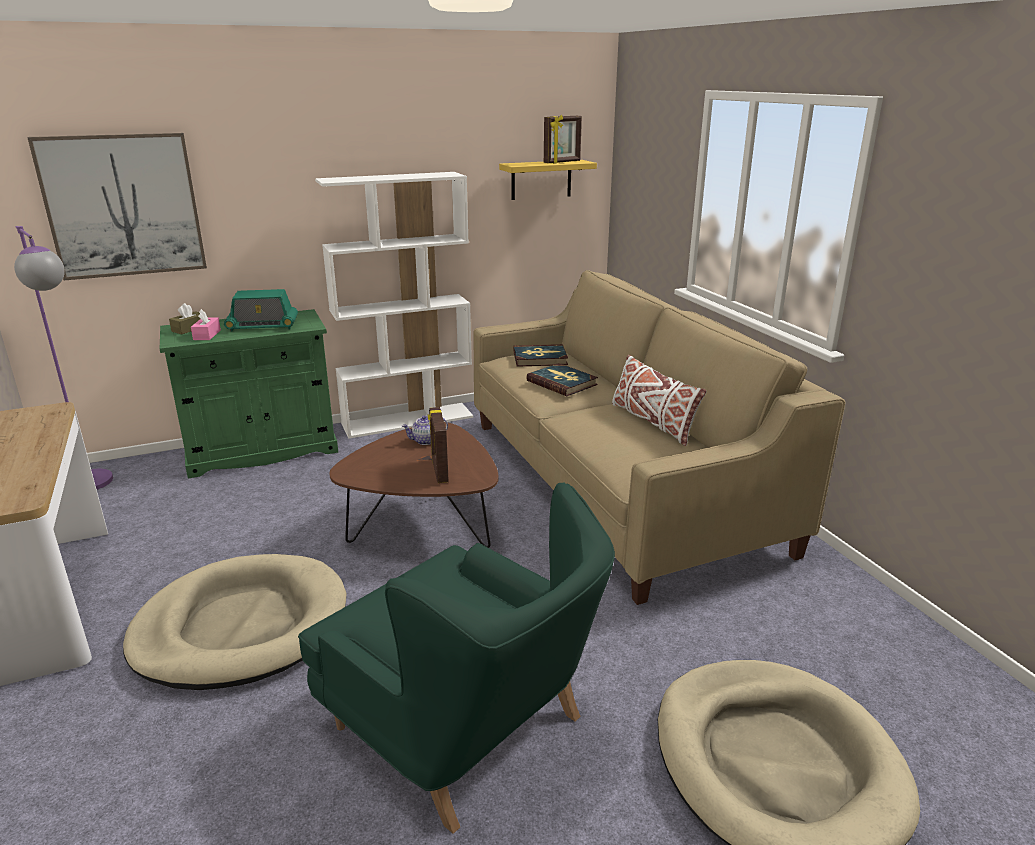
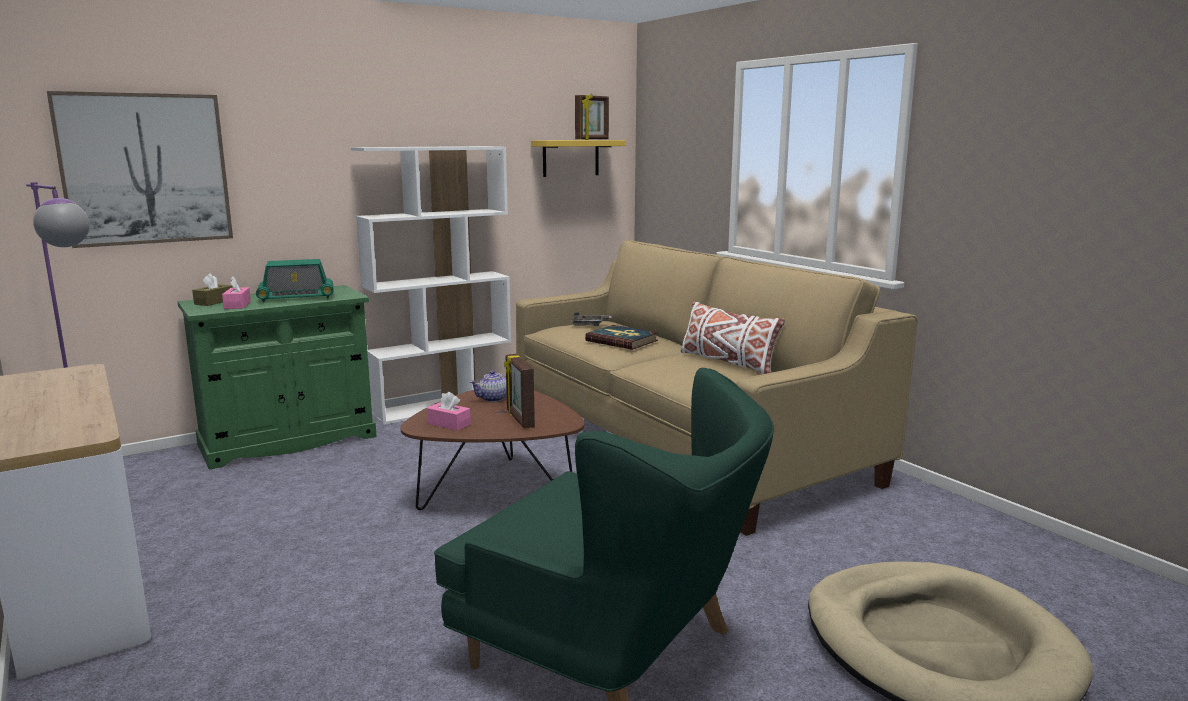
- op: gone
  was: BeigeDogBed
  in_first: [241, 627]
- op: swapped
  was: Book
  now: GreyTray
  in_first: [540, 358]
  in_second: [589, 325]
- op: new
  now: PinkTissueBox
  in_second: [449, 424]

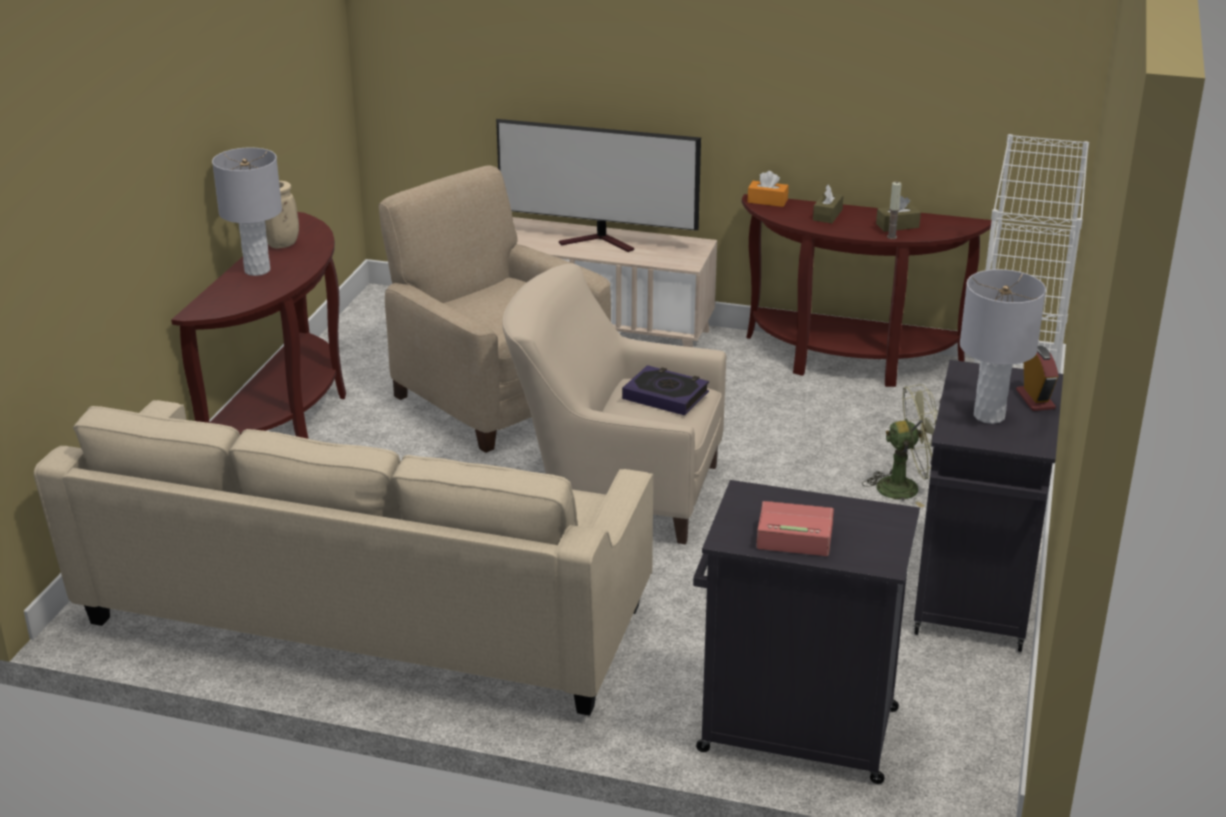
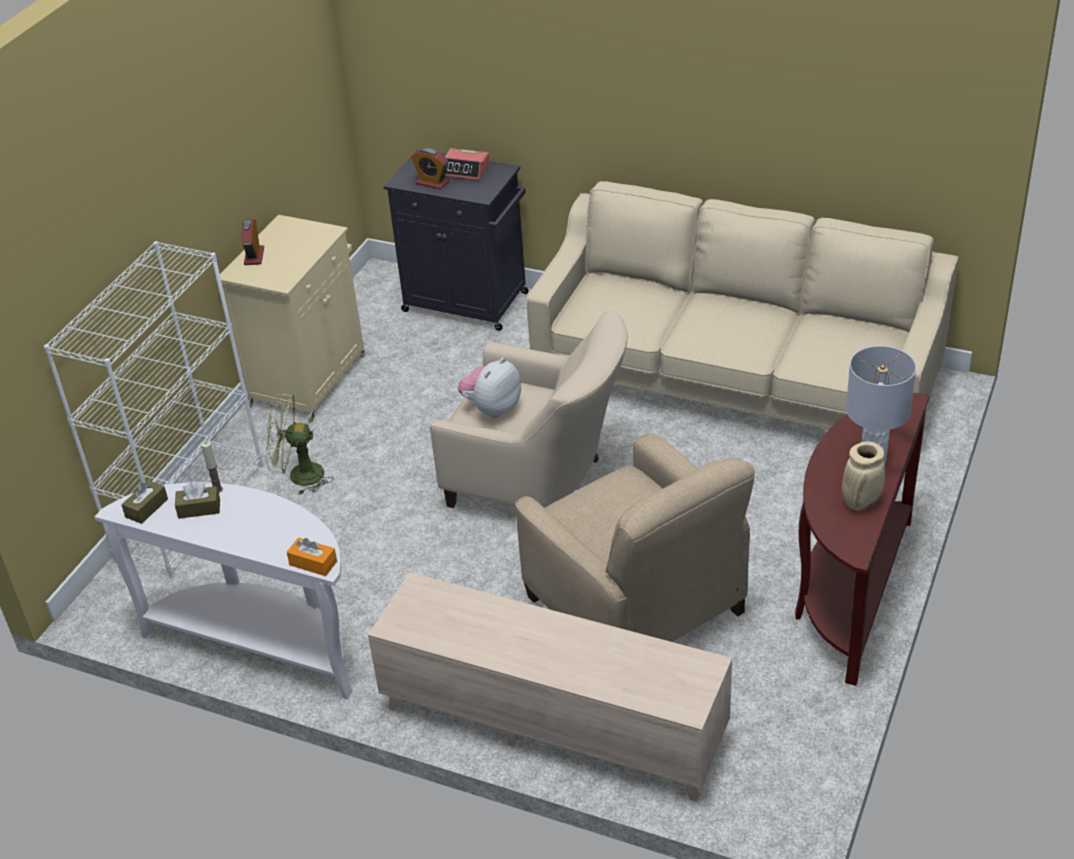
- op: gone
  was: Television
  in_first: [601, 242]
- op: swapped
  was: Book
  now: PlushToy
  in_first: [665, 396]
  in_second: [492, 409]
- op: repainted
  was: BrownConsoleTable
  now: WhiteConsoleTable
  in_first: [849, 362]
  in_second: [260, 642]
- op: shifted
  was: BrownTissueBox
  in_first: [827, 215]
  in_second: [146, 508]
- op: repainted
  was: BlackCabinet
  now: BeigeCabinet
  in_first: [974, 598]
  in_second: [309, 379]
- op: gone
  was: GreyTableLamp
  in_first: [989, 416]
- op: new
  now: AlarmClock
  in_second: [432, 183]

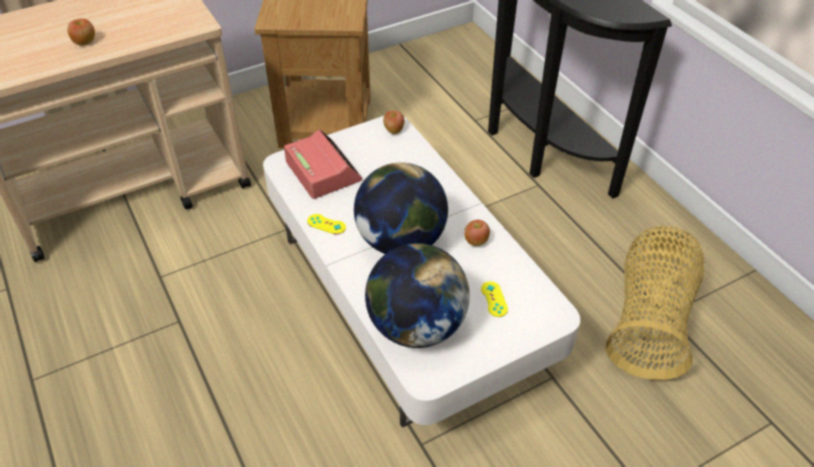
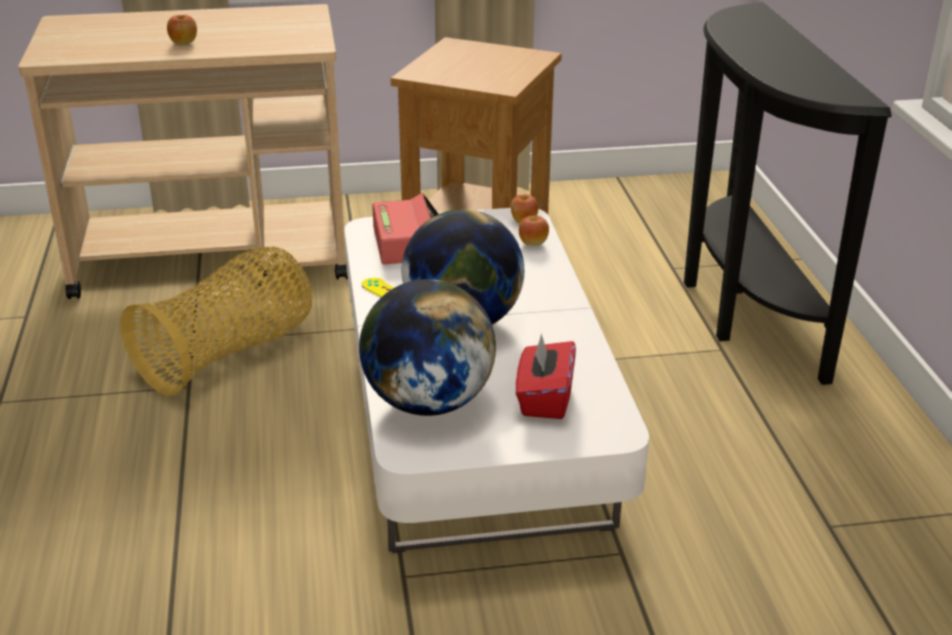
- op: shifted
  was: Apple
  in_first: [476, 241]
  in_second: [533, 244]
- op: swapped
  was: YellowGameController
  now: RedTissueBox
  in_first: [494, 299]
  in_second: [544, 399]
- op: shifted
  was: Basket
  in_first: [649, 320]
  in_second: [229, 354]

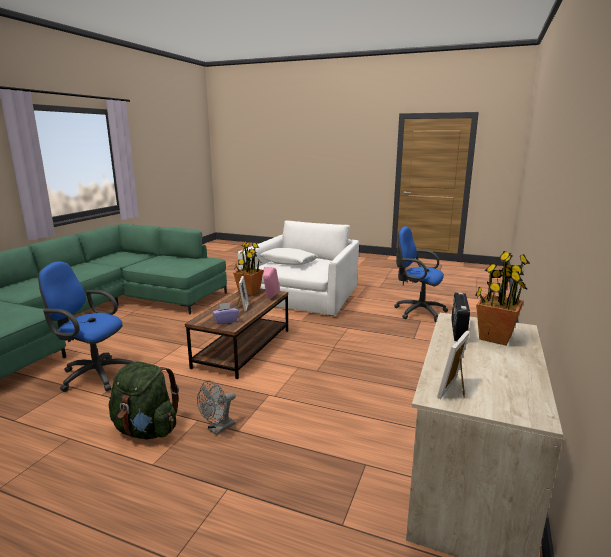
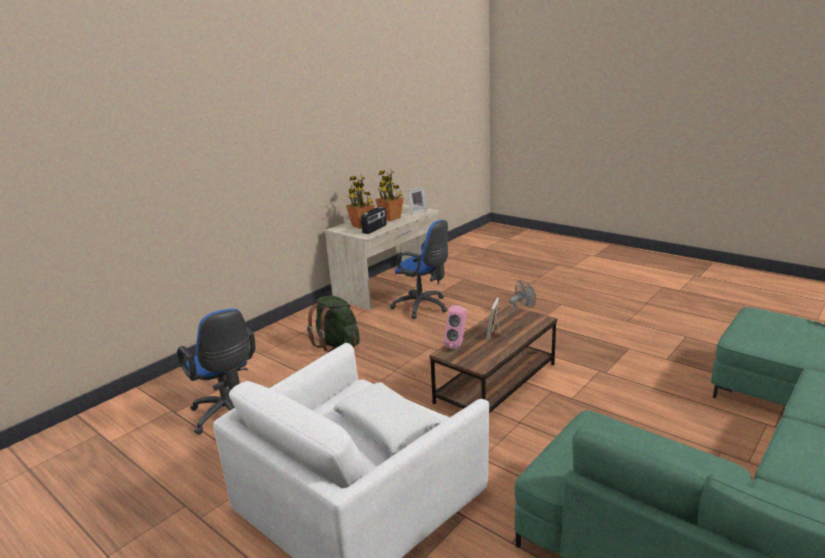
- op: shifted
  was: BlueOfficeChair
  in_first: [94, 375]
  in_second: [423, 307]
- op: shifted
  was: GreenBackpack
  in_first: [146, 430]
  in_second: [337, 344]
- op: gone
  was: PurpleTissueBox
  in_first: [225, 321]
- op: shifted
  was: PottedPlant
  in_first: [249, 292]
  in_second: [391, 218]

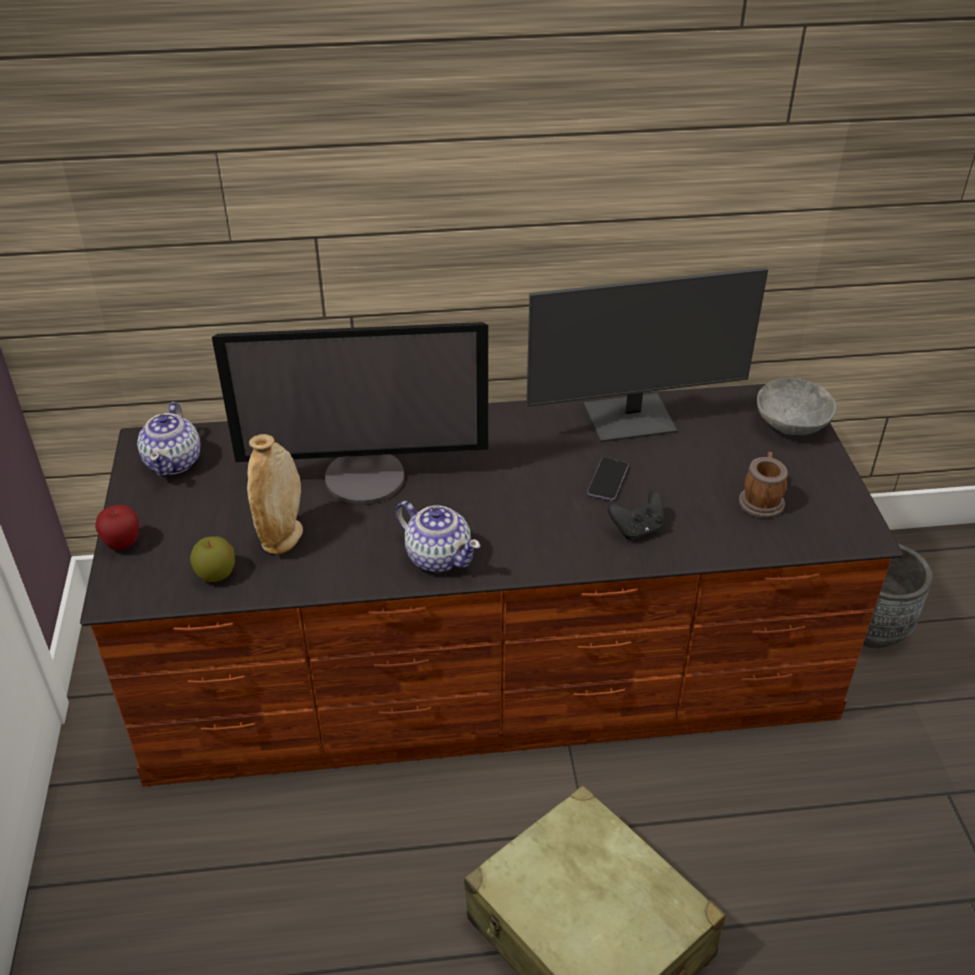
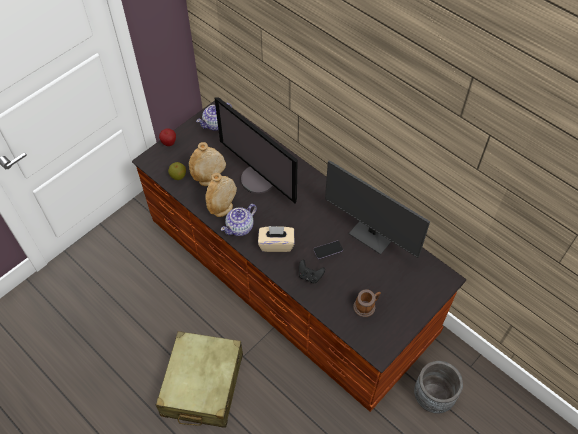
- op: rotated
  was: Teapot
  in_first: [438, 556]
  in_second: [240, 227]
  clockwise: 45
- op: gone
  was: GreyBowl
  in_first: [791, 423]
- op: new
  now: BeigeVase
  in_second: [223, 209]
- op: new
  now: BeigeTissueBox
  in_second: [276, 244]

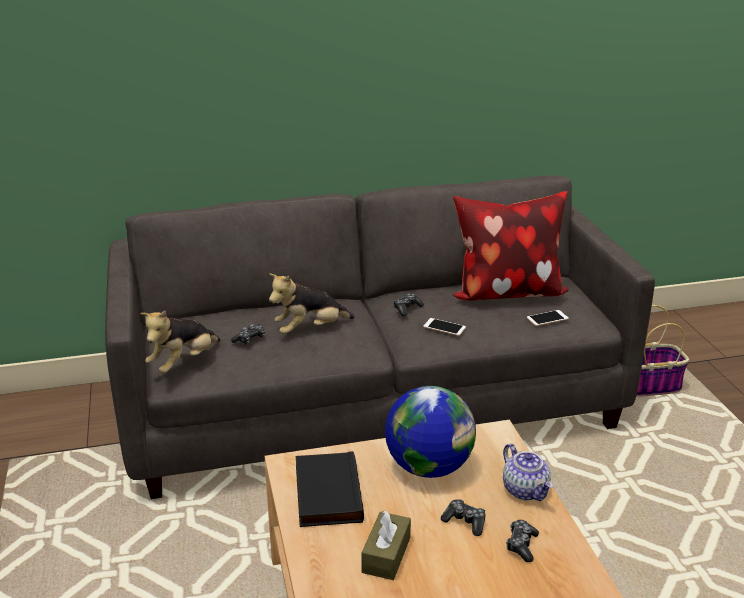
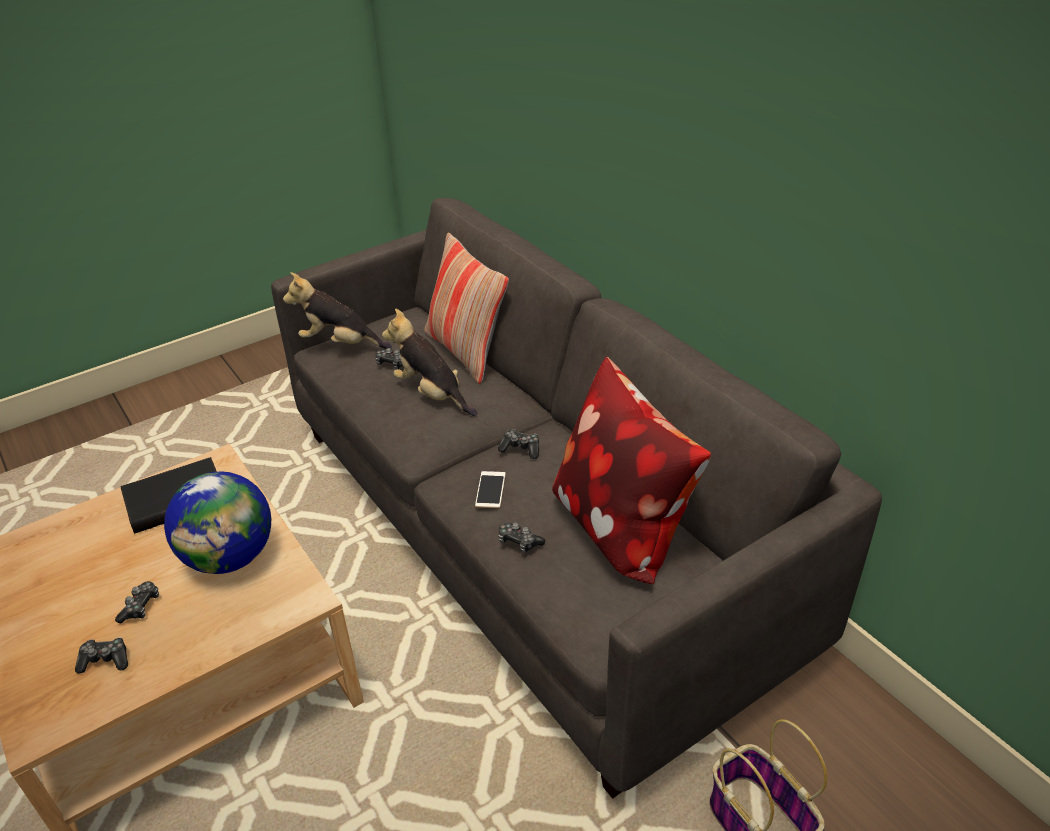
- op: gone
  was: BrownTissueBox
  in_first: [386, 555]
- op: gone
  was: Teapot
  in_first: [526, 490]
- op: gone
  was: Phone
  in_first: [547, 318]
- op: new
  now: Pillow
  in_second: [466, 351]
- op: new
  now: GameController
  in_second: [519, 542]

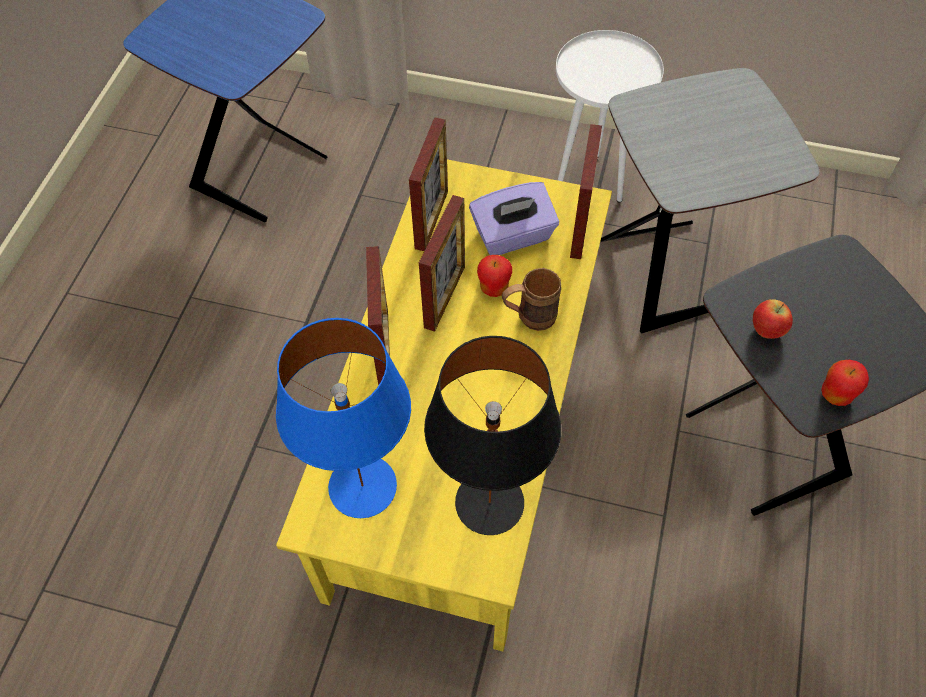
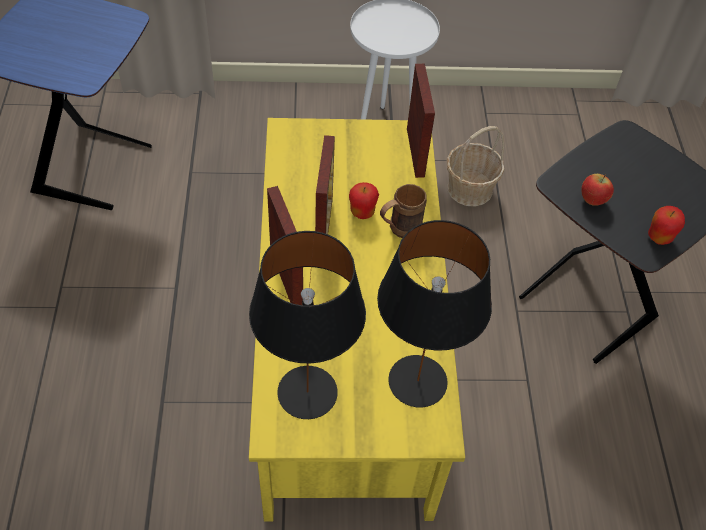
- op: repainted
  was: BlueTableLamp
  now: BlackTableLamp
  in_first: [361, 485]
  in_second: [306, 391]
- op: gone
  was: PictureFrame
  in_first: [431, 219]
- op: gone
  was: PurpleTissueBox
  in_first: [513, 236]
- op: swapped
  was: GreySideTable
  now: Basket
  in_first: [668, 272]
  in_second: [469, 189]

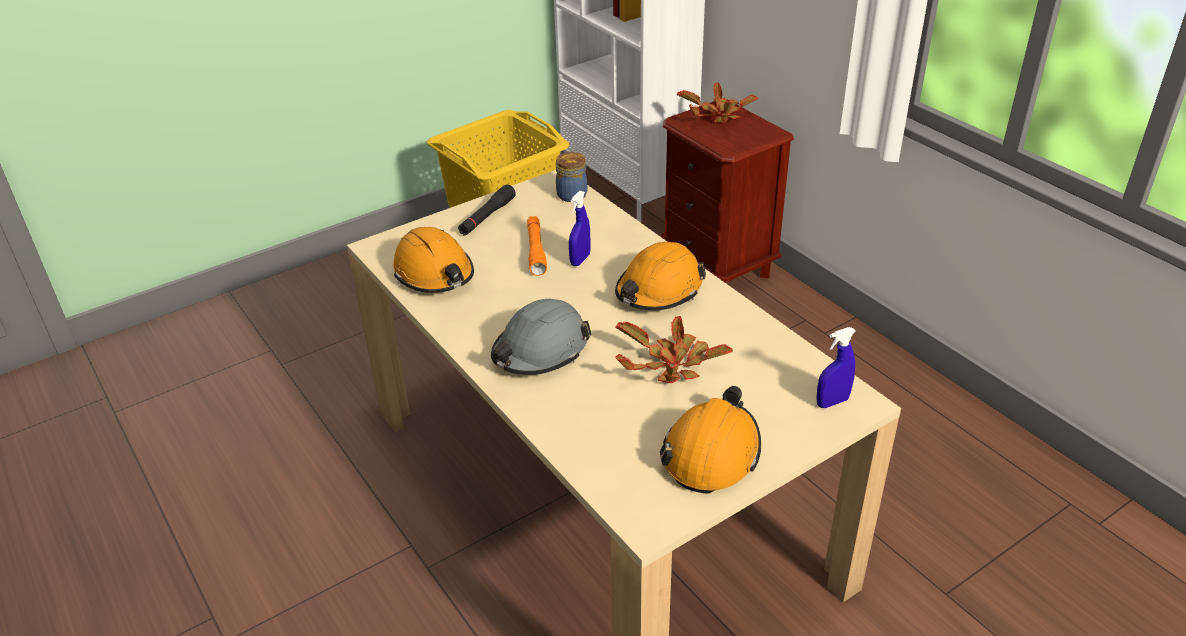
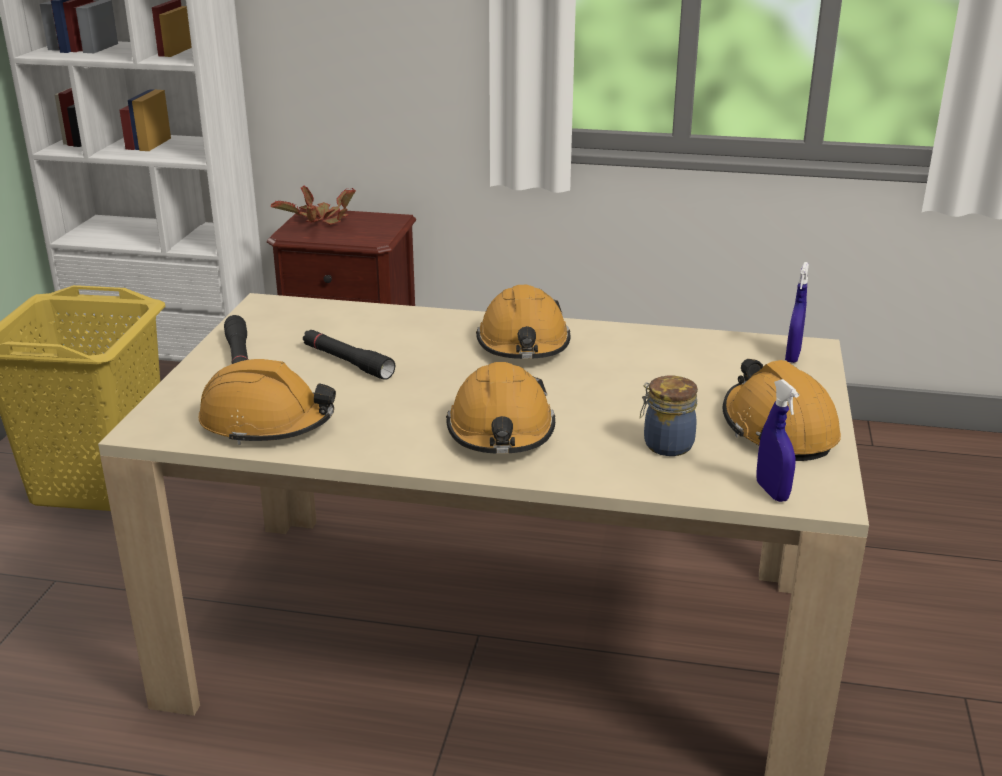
- op: repainted
  was: GreyHardHat
  now: OrangeHardHat
  in_first: [540, 351]
  in_second: [501, 431]
- op: repainted
  was: OrangeFlashlight
  now: BlackFlashlight
  in_first: [536, 251]
  in_second: [347, 362]
- op: shifted
  was: Jar
  in_first: [571, 194]
  in_second: [666, 444]
- op: shifted
  was: BlueSprayBottle
  in_first: [580, 260]
  in_second: [772, 492]
- op: gone
  was: PottedPlant
  in_first: [671, 366]

